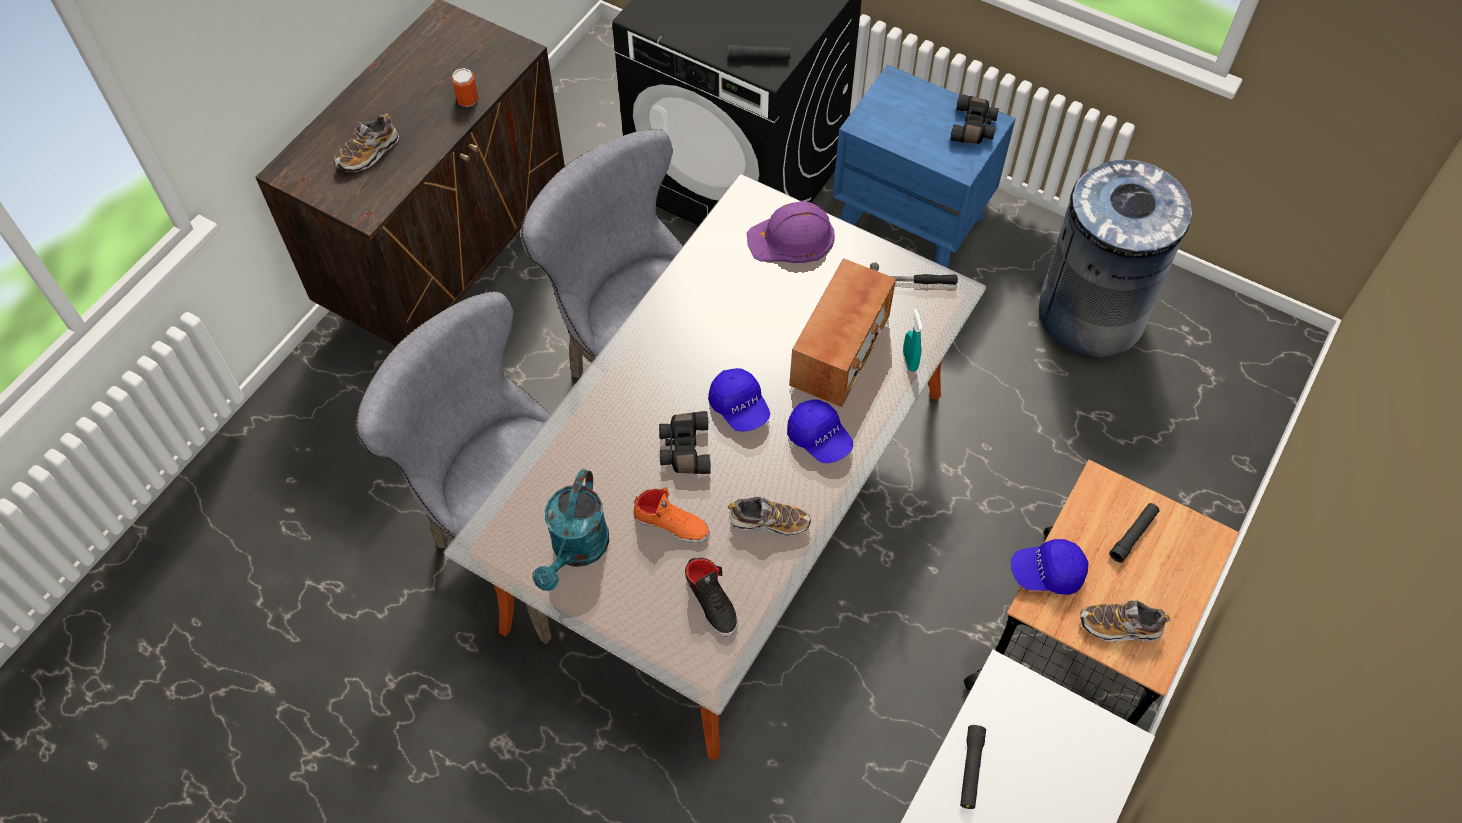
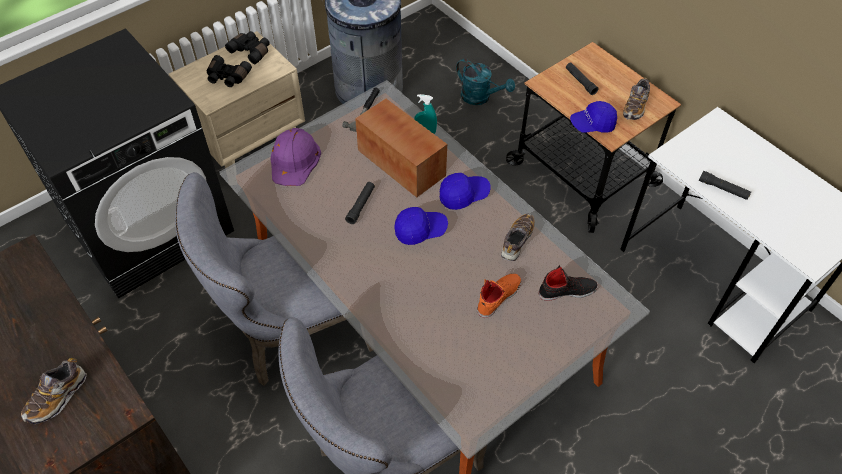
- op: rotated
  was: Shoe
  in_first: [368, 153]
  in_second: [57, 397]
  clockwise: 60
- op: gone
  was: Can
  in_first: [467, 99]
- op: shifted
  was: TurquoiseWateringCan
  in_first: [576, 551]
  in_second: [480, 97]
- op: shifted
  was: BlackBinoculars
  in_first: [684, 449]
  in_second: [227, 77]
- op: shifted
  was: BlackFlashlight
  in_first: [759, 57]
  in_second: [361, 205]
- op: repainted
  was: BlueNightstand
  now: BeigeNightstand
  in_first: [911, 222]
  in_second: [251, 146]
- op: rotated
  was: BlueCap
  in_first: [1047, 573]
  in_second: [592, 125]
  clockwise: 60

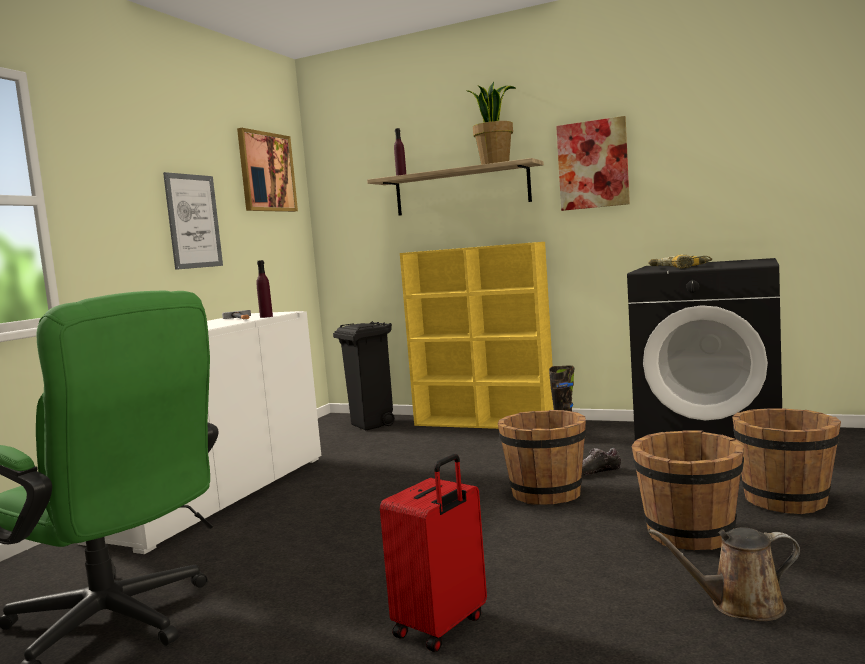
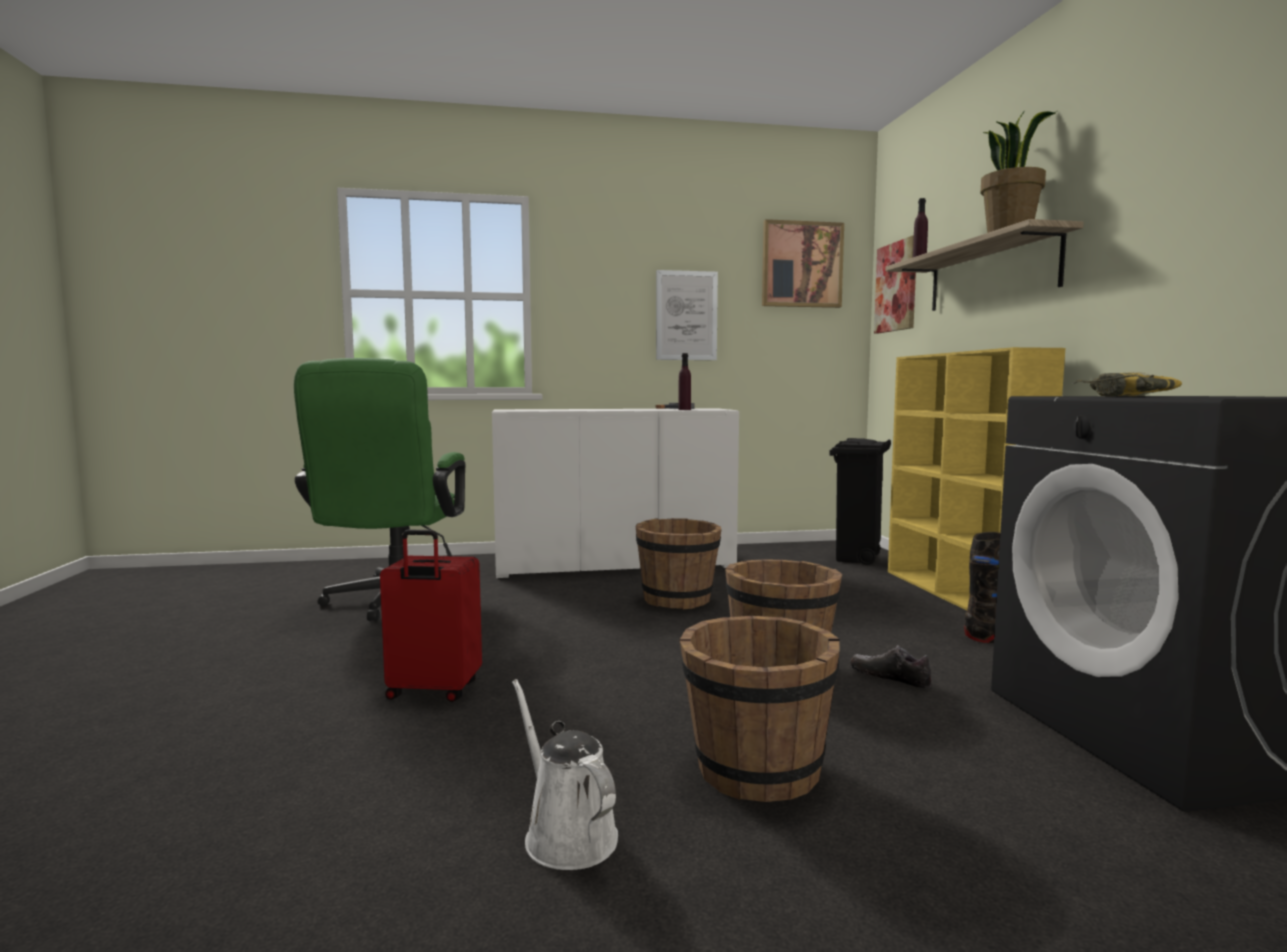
- op: shifted
  was: Picture
  in_first: [593, 164]
  in_second: [896, 287]
- op: repainted
  was: BrownWateringCan
  now: WhiteWateringCan
  in_first: [740, 605]
  in_second: [566, 834]
- op: shifted
  was: BrownBucket
  in_first: [786, 500]
  in_second: [678, 600]

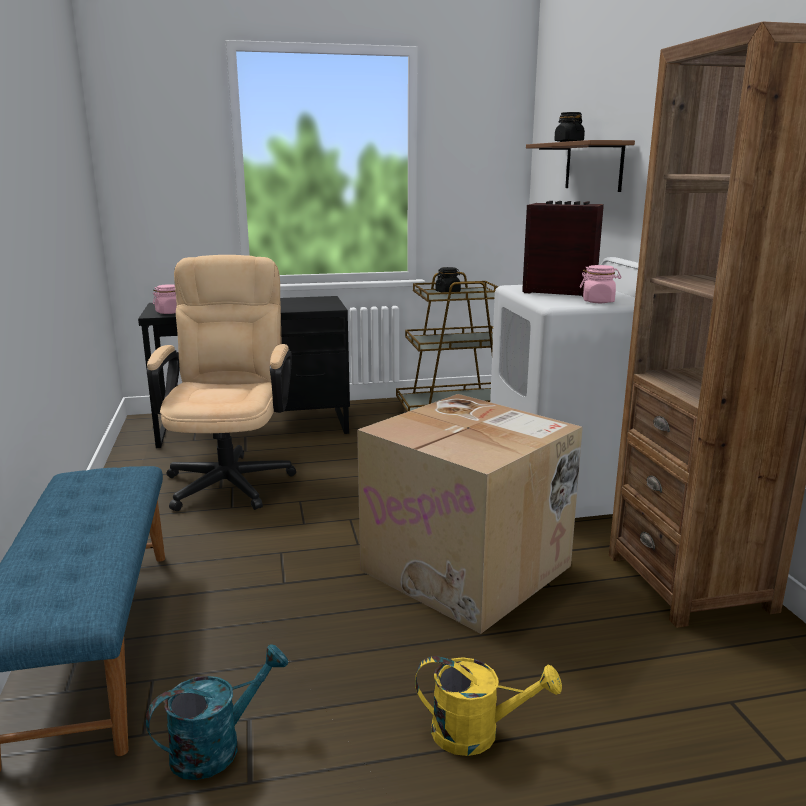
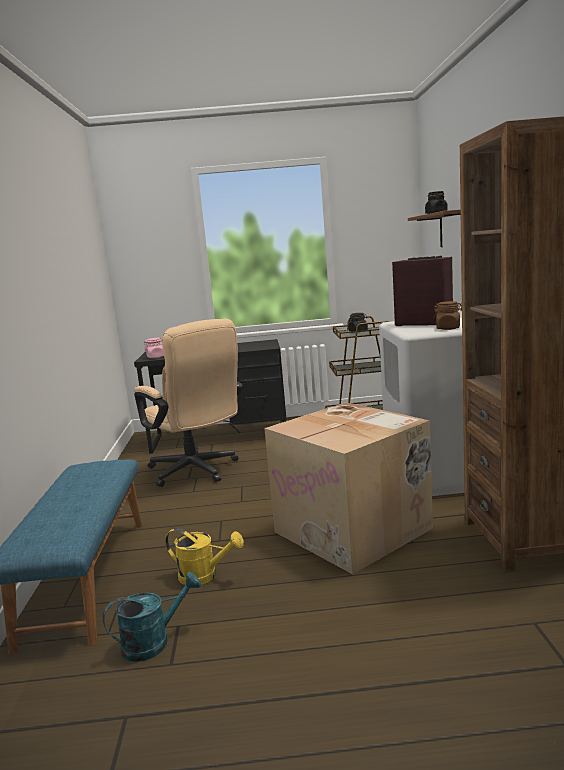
- op: rotated
  was: BeigeOfficeChair
  in_first: [231, 478]
  in_second: [197, 472]
  clockwise: 135
- op: shifted
  was: YellowWateringCan
  in_first: [477, 733]
  in_second: [204, 576]
- op: repainted
  was: PinkJar
  now: BrownJar
  in_first: [598, 301]
  in_second: [448, 328]

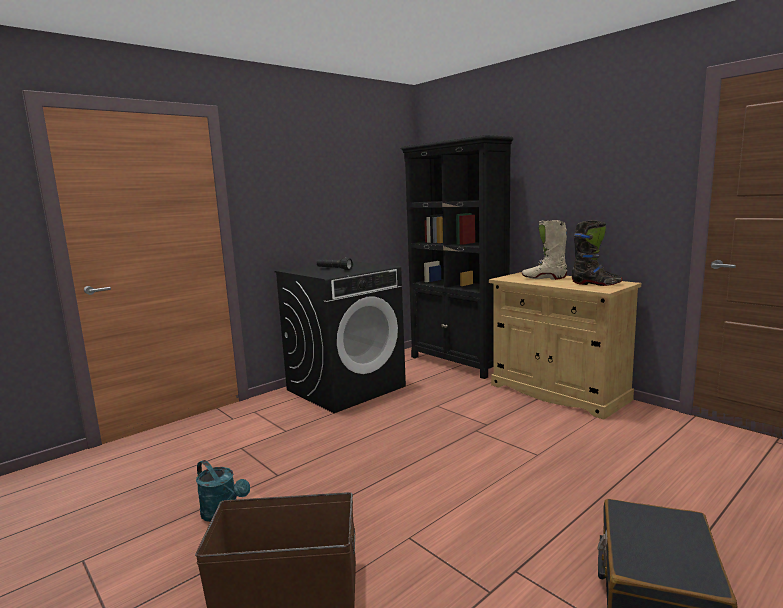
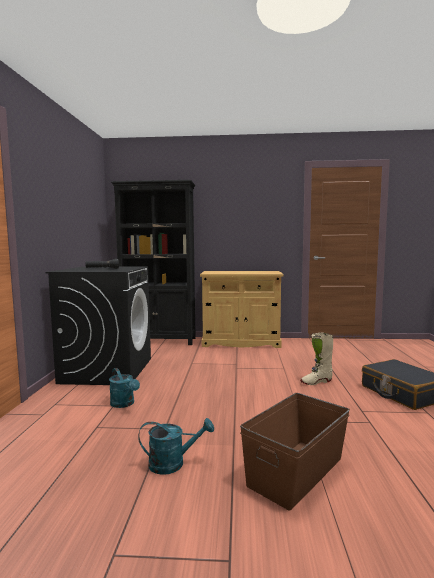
- op: shifted
  was: BeigeBoot
  in_first: [544, 278]
  in_second: [316, 382]
- op: gone
  was: BlackBoot
  in_first: [596, 284]
- op: new
  now: TurquoiseWateringCan
  in_second: [124, 404]

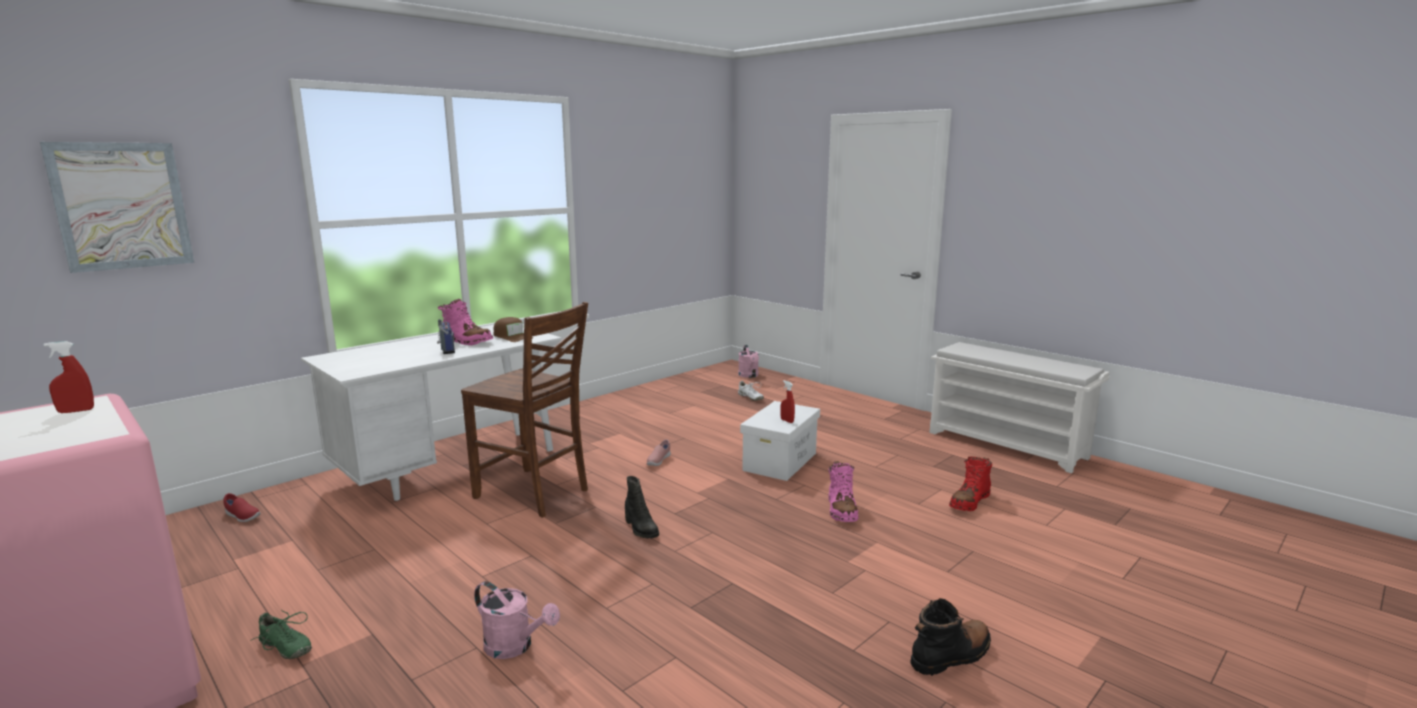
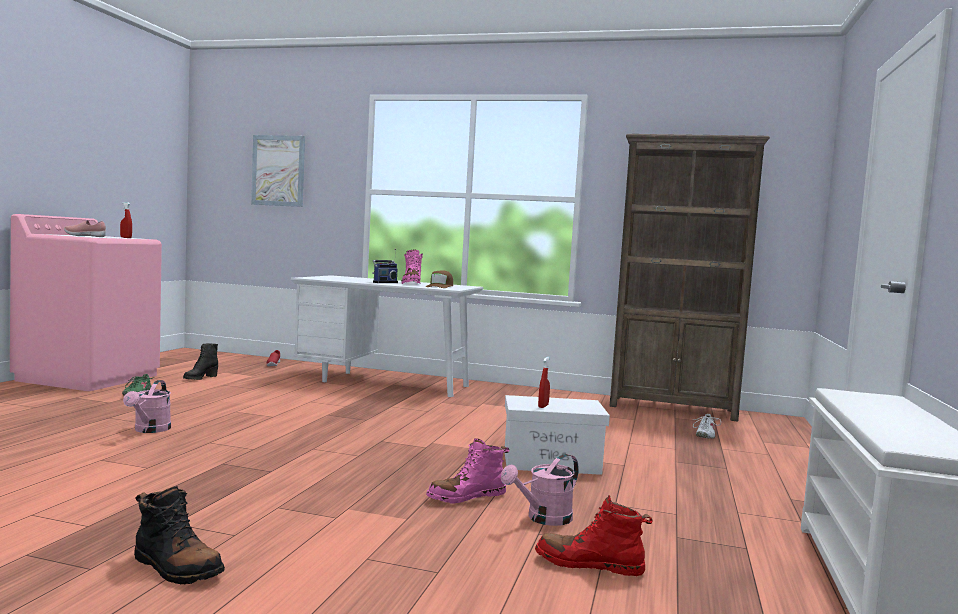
- op: gone
  was: BrownChair
  in_first: [534, 494]
- op: shifted
  was: BlackBoot
  in_first: [640, 529]
  in_second: [200, 378]
- op: shifted
  was: PinkShoe
  in_first: [658, 461]
  in_second: [85, 236]
- op: shifted
  was: PinkWateringCan
  in_first: [749, 375]
  in_second: [543, 519]
- op: new
  now: BrownBookcase
  in_second: [673, 408]

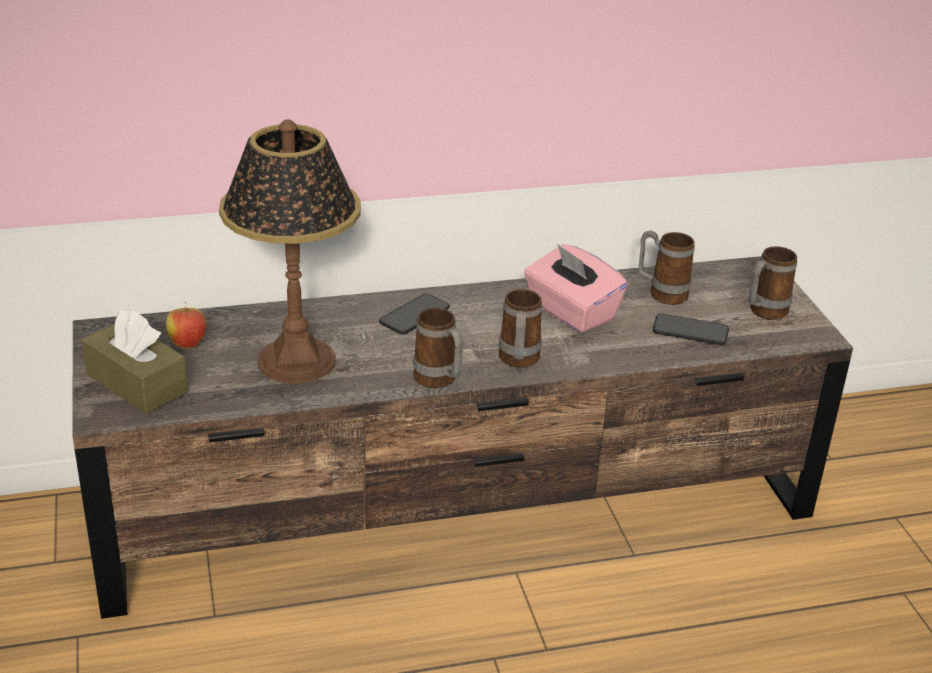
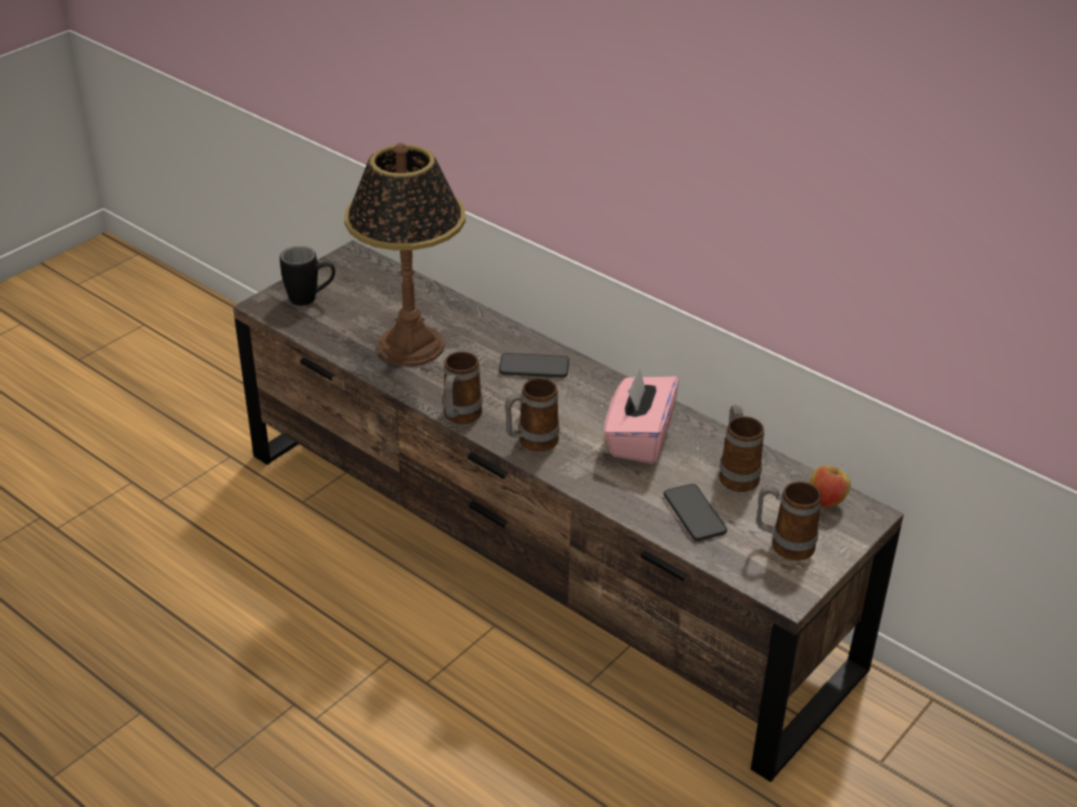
- op: swapped
  was: BrownTissueBox
  now: BlackMug
  in_first: [137, 383]
  in_second: [311, 299]
- op: shifted
  was: Apple
  in_first: [188, 344]
  in_second: [826, 502]

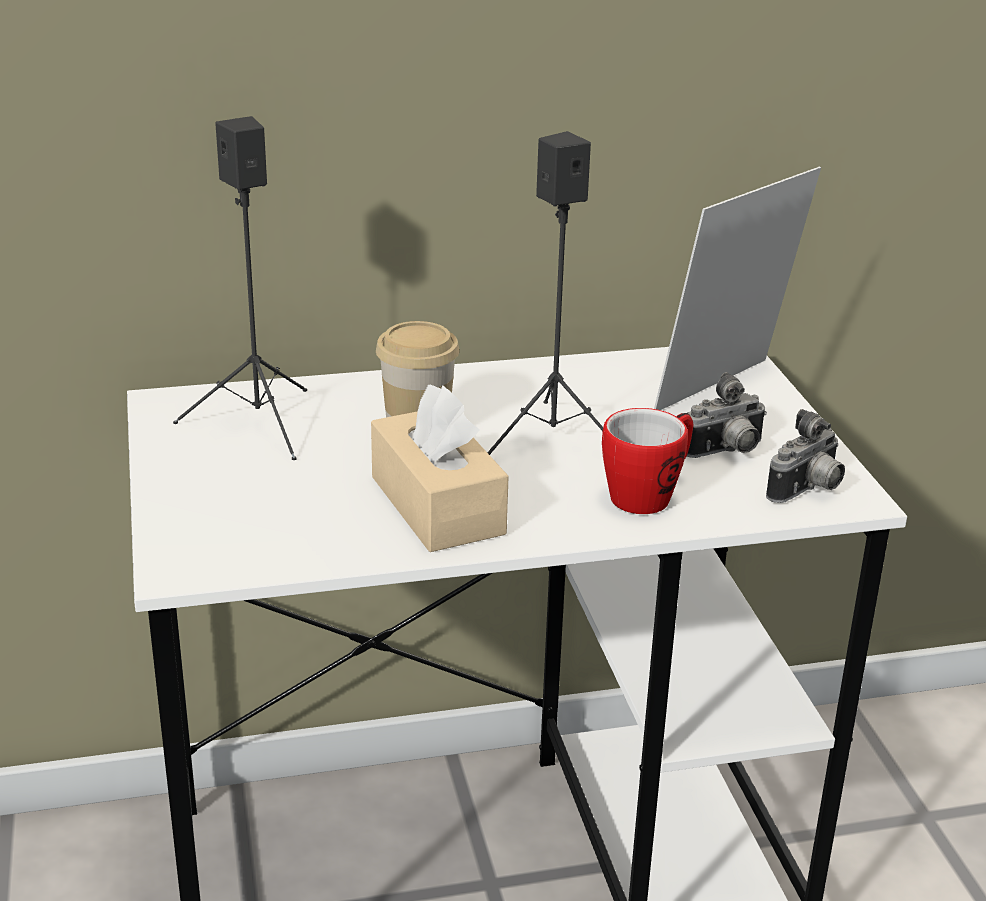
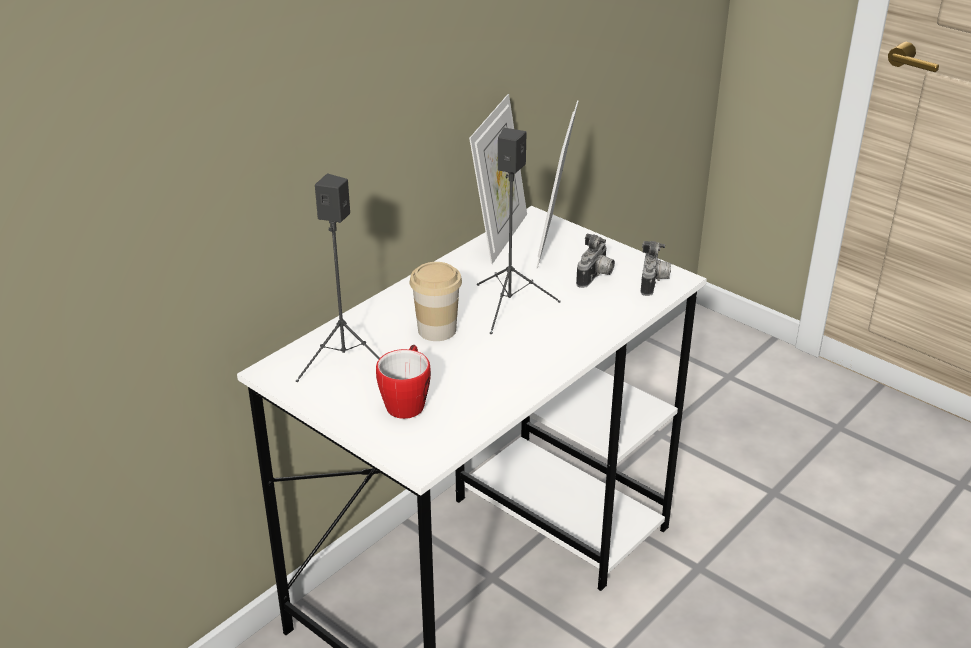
- op: gone
  was: BeigeTissueBox
  in_first: [437, 505]
- op: shifted
  was: Mug
  in_first: [649, 495]
  in_second: [407, 401]
- op: new
  now: PictureFrame
  in_second: [499, 236]

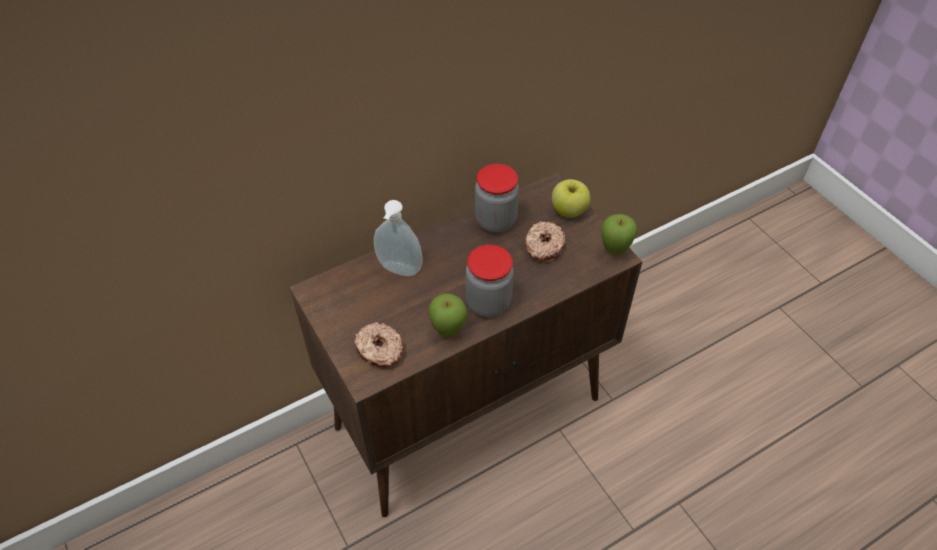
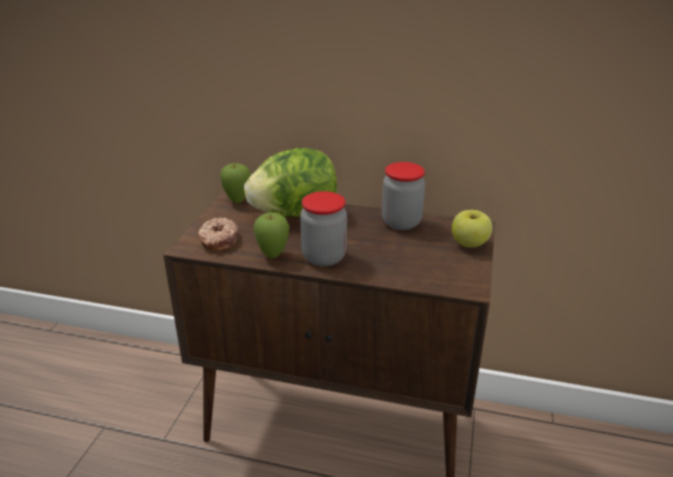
- op: swapped
  was: SoapDispenser
  now: Lettuce
  in_first: [398, 271]
  in_second: [294, 213]
- op: gone
  was: Donut
  in_first: [543, 247]
- op: shifted
  was: Apple
  in_first: [614, 251]
  in_second: [237, 201]

